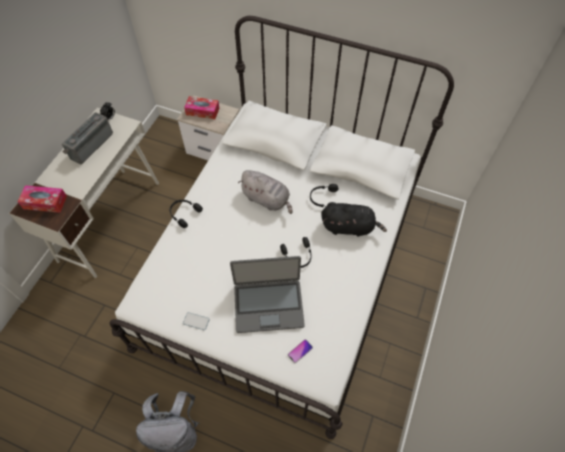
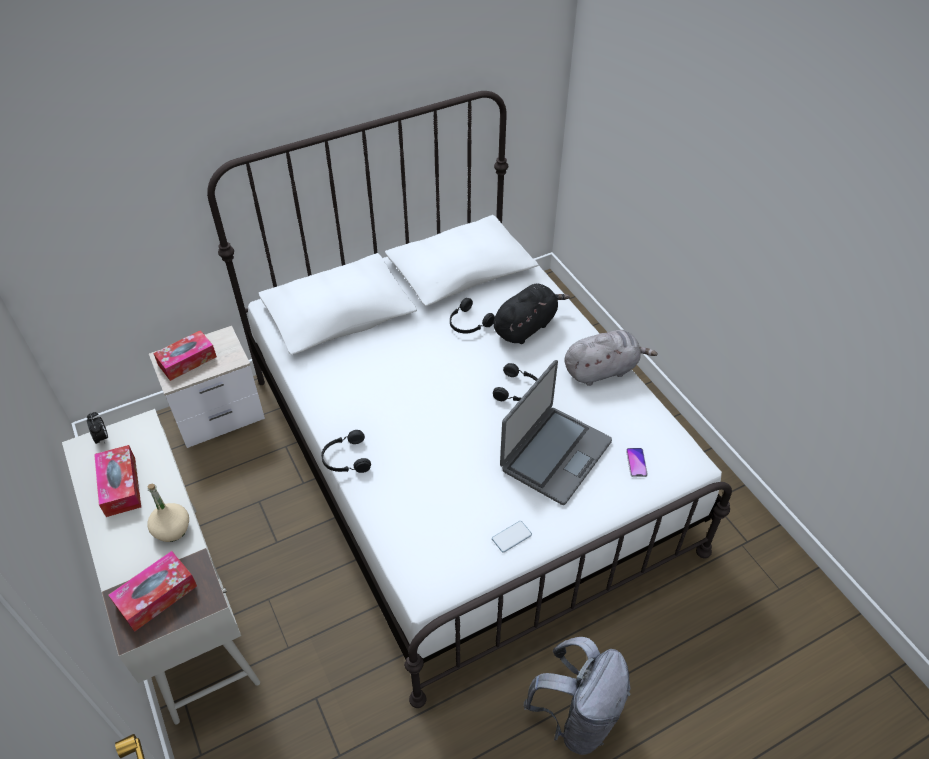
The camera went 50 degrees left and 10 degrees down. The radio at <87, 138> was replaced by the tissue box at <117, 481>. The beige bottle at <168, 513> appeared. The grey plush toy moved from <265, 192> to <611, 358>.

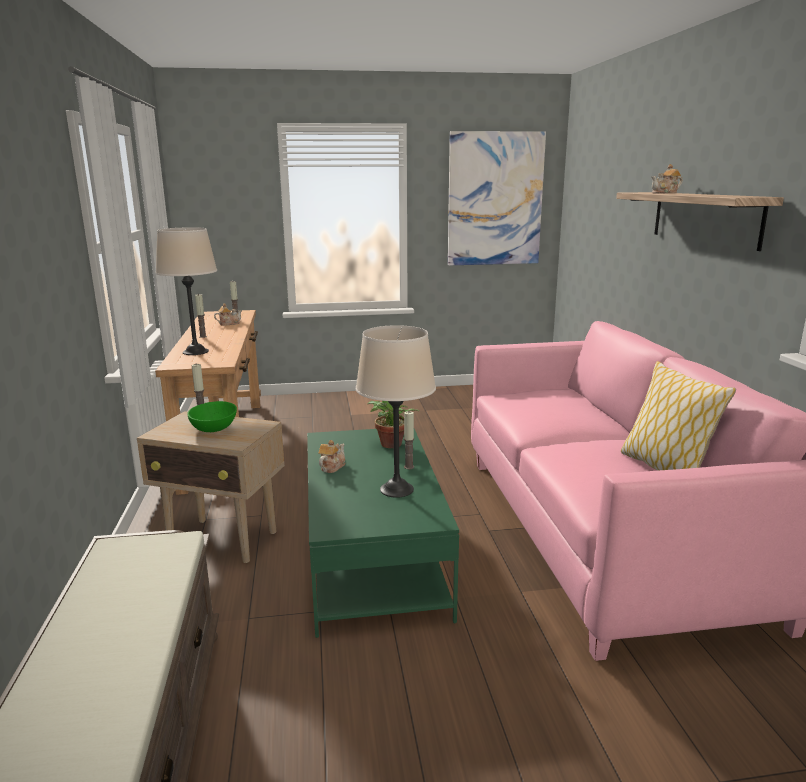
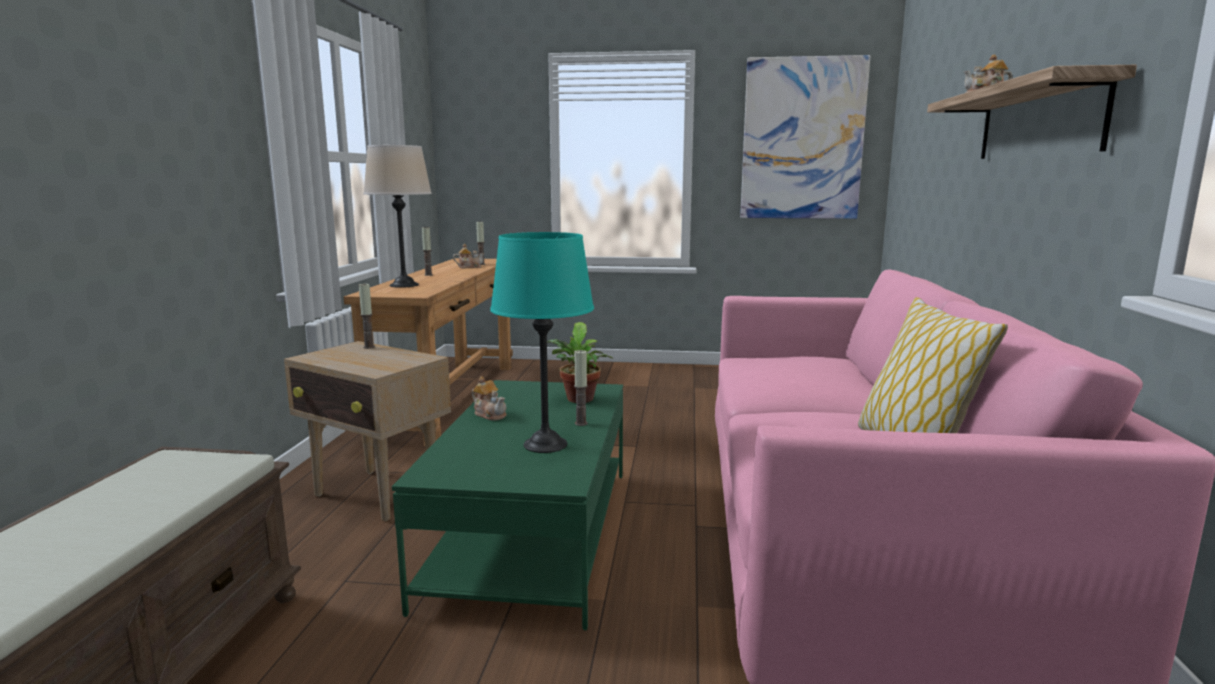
The camera went 15 degrees right and 5 degrees down. The teapot at <332, 456> turned 90 degrees clockwise. The beige table lamp at <396, 411> became the turquoise table lamp at <542, 342>. The green bowl at <212, 416> disappeared.

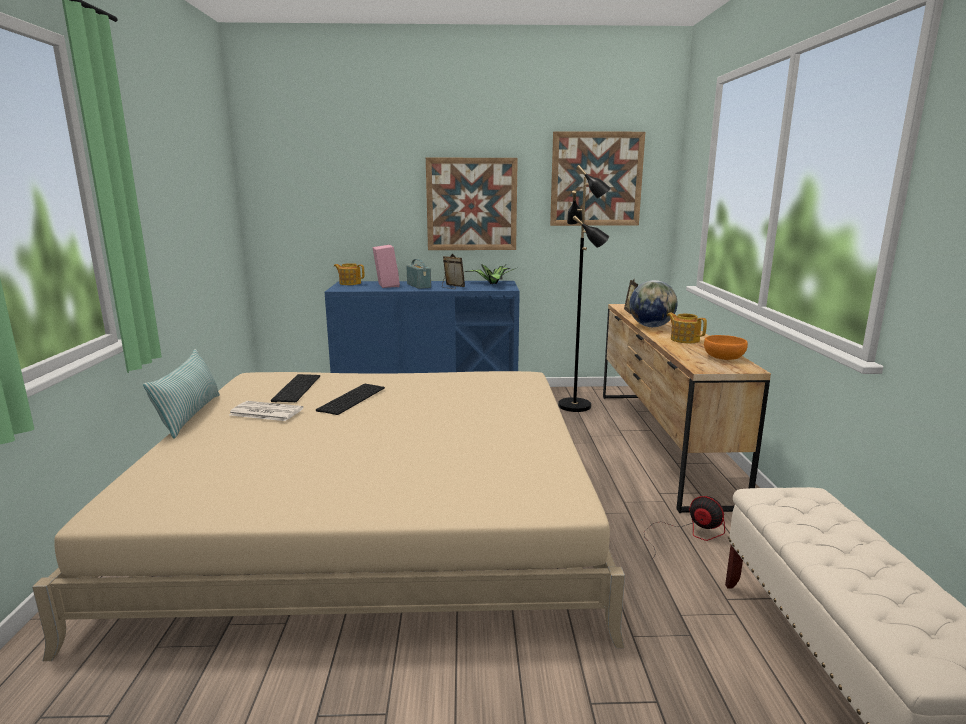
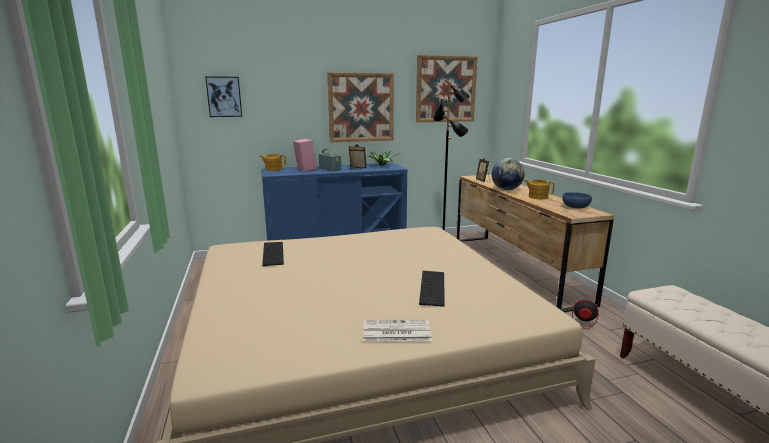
The camera went 15 degrees left and 0 degrees up. The picture at <223, 96> appeared. The newspaper moved from <266, 411> to <397, 331>. The keyboard moved from <350, 399> to <432, 289>. The orange bowl at <726, 347> became the blue bowl at <577, 200>. The pillow at <181, 394> disappeared.

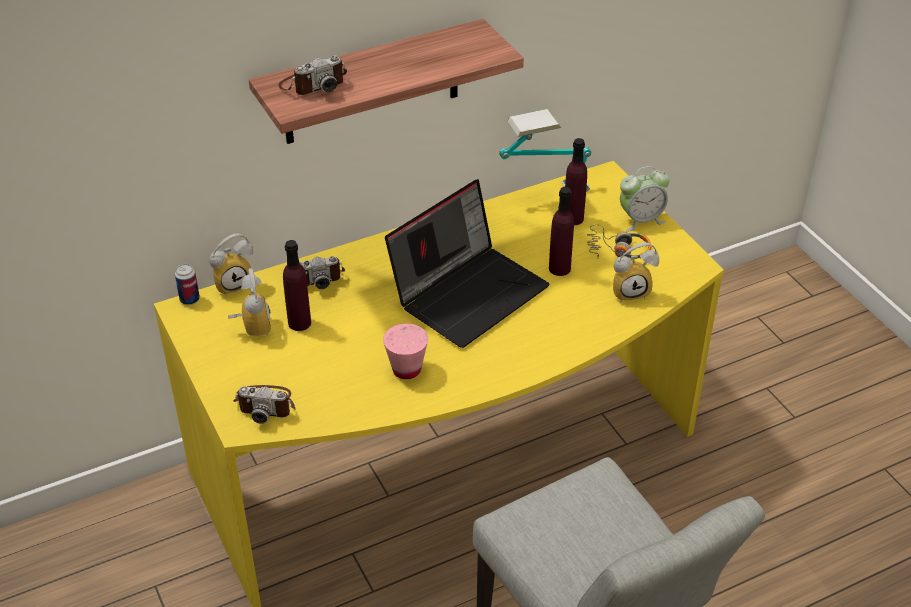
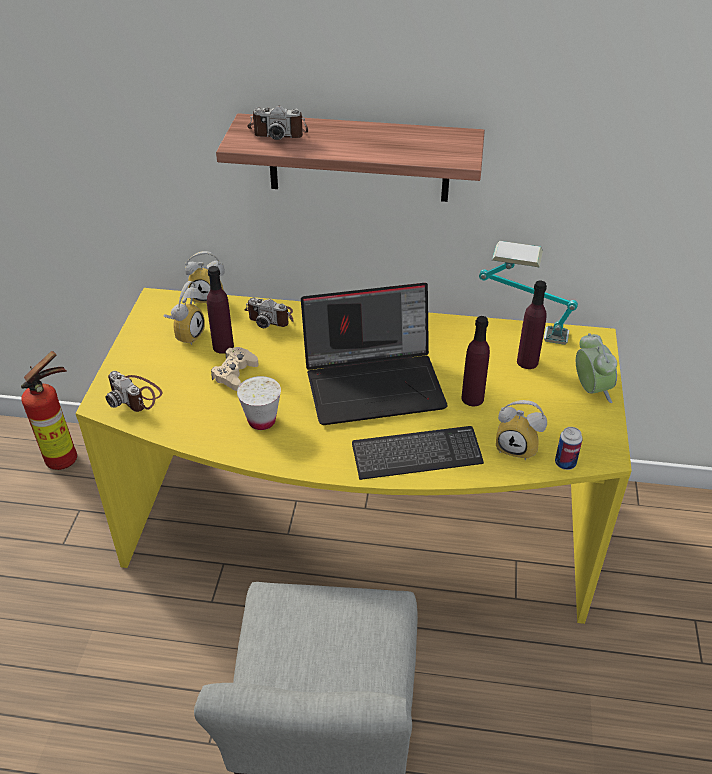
The camera went 35 degrees right and 0 degrees up. The fire extinguisher at <49, 410> appeared. The beige game controller at <235, 369> appeared. The pink cup at <405, 351> became the white cup at <259, 403>. The keyboard at <418, 453> appeared. The can moved from <187, 284> to <569, 448>. The alarm clock at <645, 199> turned 120 degrees counterclockwise. The headphones at <619, 241> disappeared.

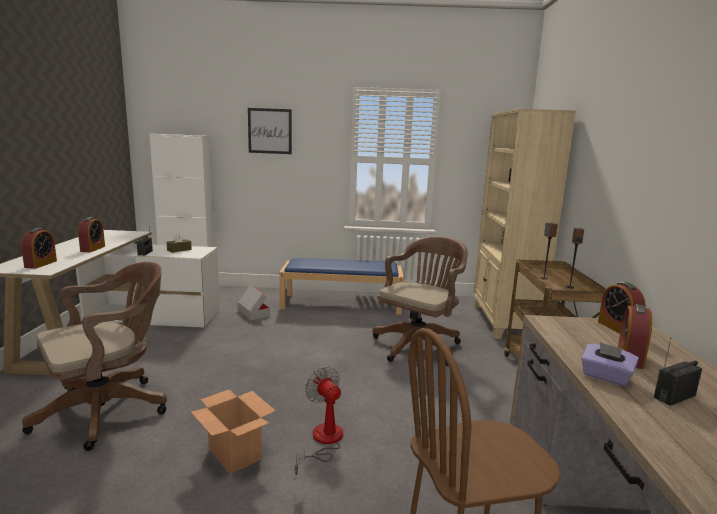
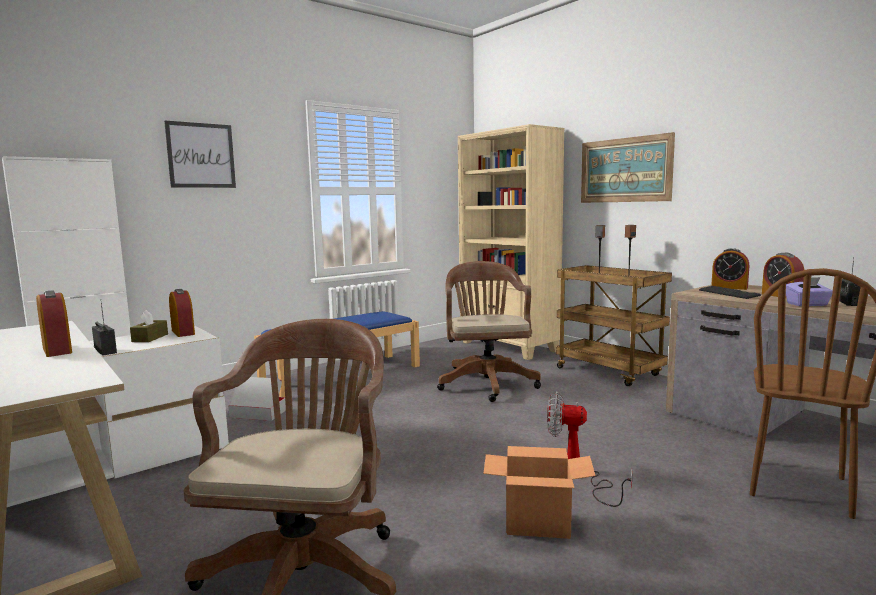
The camera went 40 degrees left and 5 degrees down. The alarm clock moved from <39, 248> to <182, 313>. The picture at <628, 167> appeared. The keyboard at <730, 292> appeared.

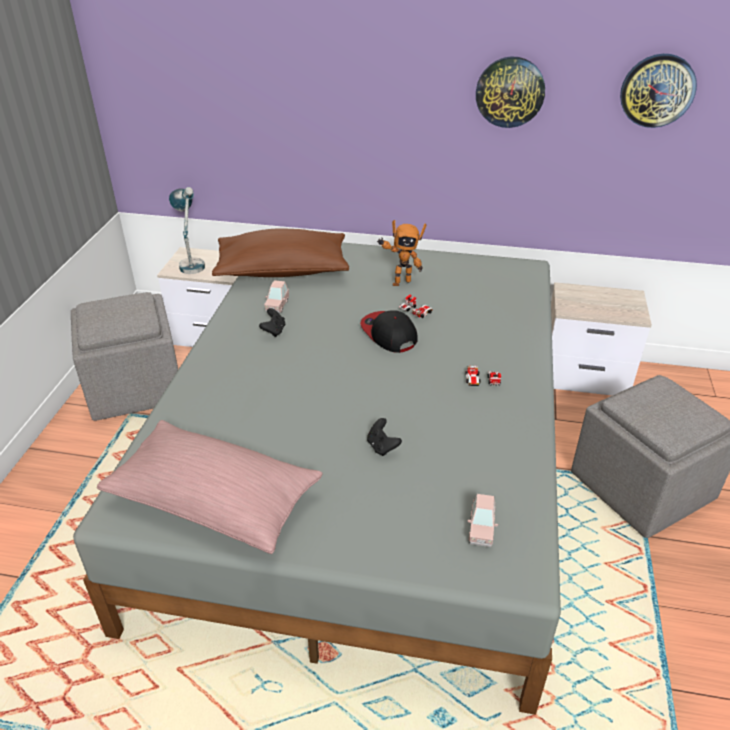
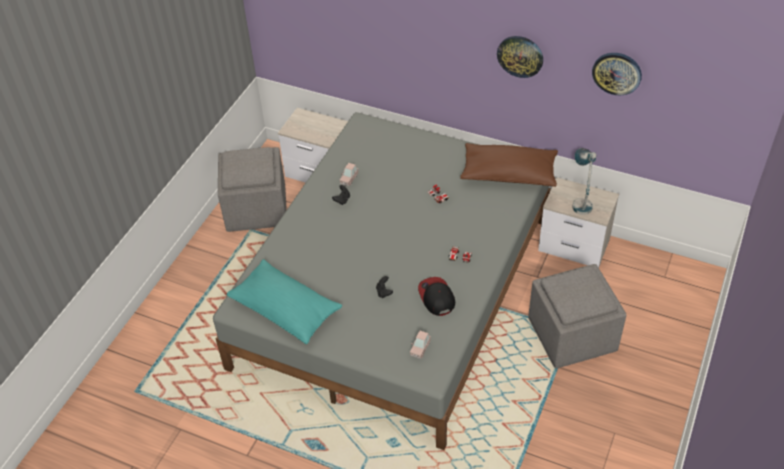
The camera went 15 degrees right and 10 degrees up. The pink pillow at <210, 487> became the turquoise pillow at <284, 301>. The cap moved from <389, 331> to <436, 296>. The brown pillow moved from <280, 252> to <509, 165>. The table lamp moved from <187, 230> to <585, 181>. The toy robot at <401, 253> disappeared.

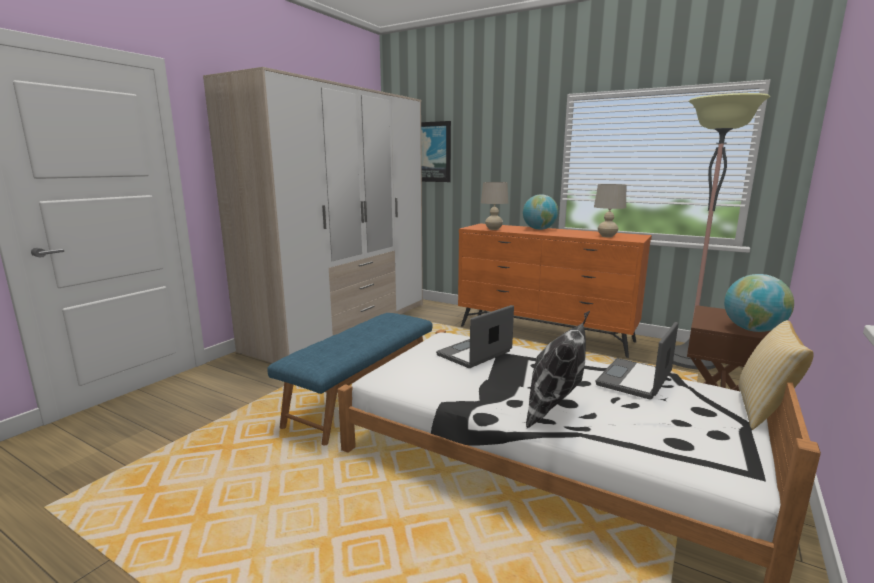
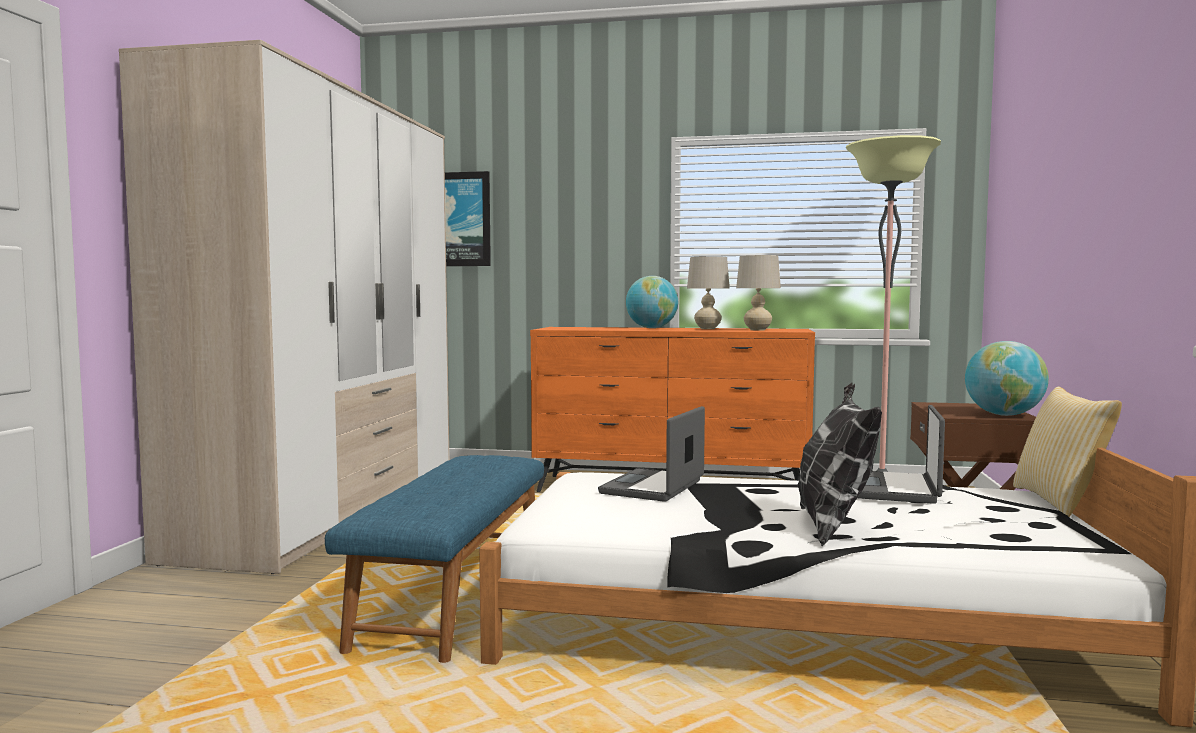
The camera went 20 degrees left and 10 degrees down. The beige table lamp moved from <494, 206> to <708, 292>.

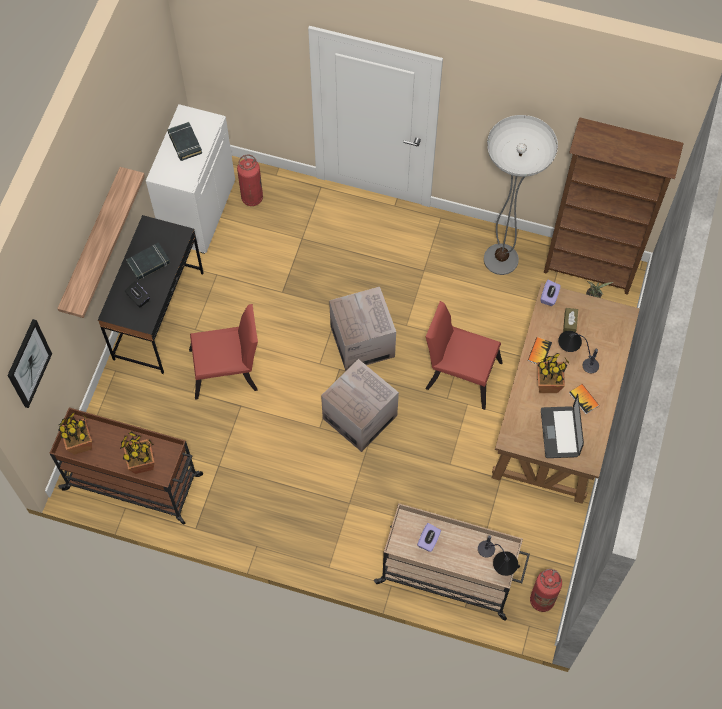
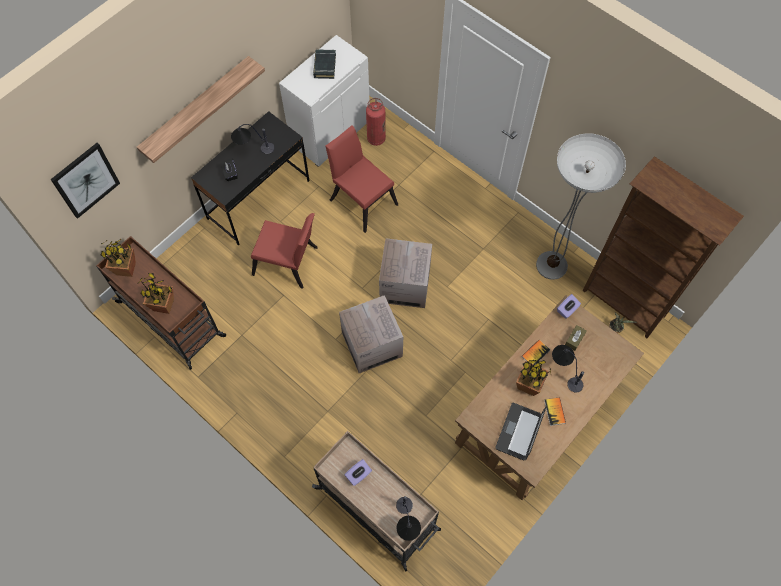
The camera went 25 degrees right and 0 degrees up. The black book at <148, 261> was replaced by the table lamp at <253, 139>. The red chair moved from <464, 355> to <361, 179>. The fire extinguisher at <546, 590> disappeared.

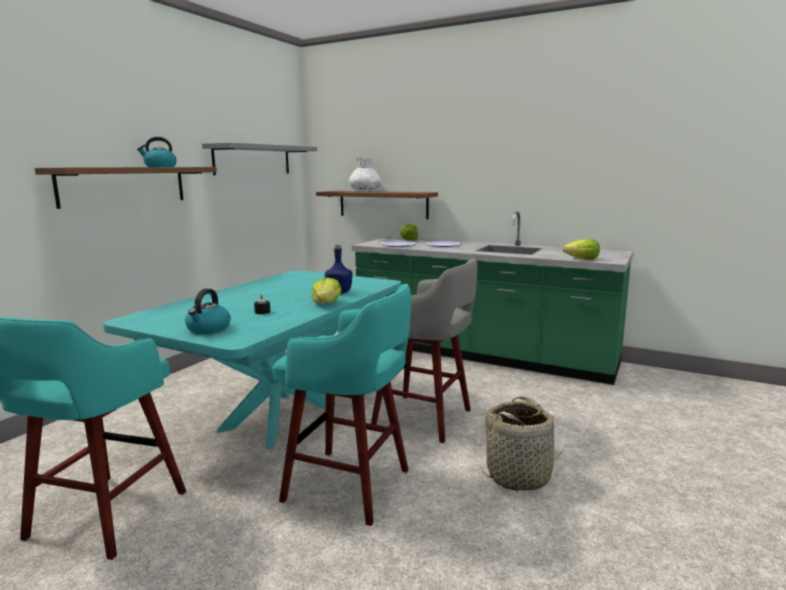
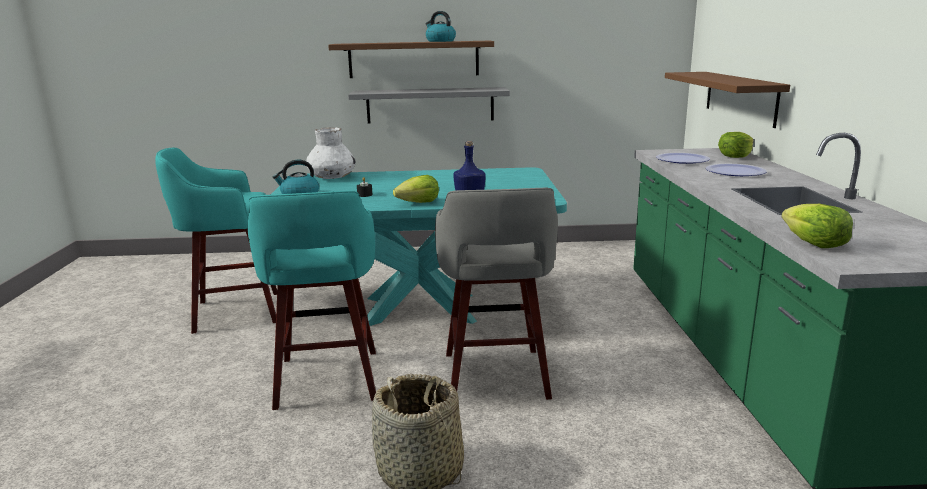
The camera went 60 degrees right and 5 degrees up. The white vase moved from <365, 175> to <330, 153>. The grey shelf moved from <259, 159> to <429, 105>.

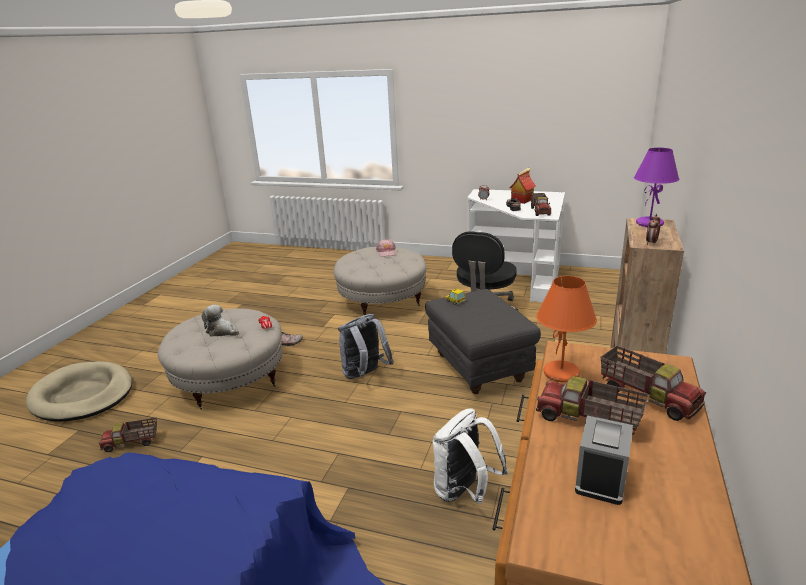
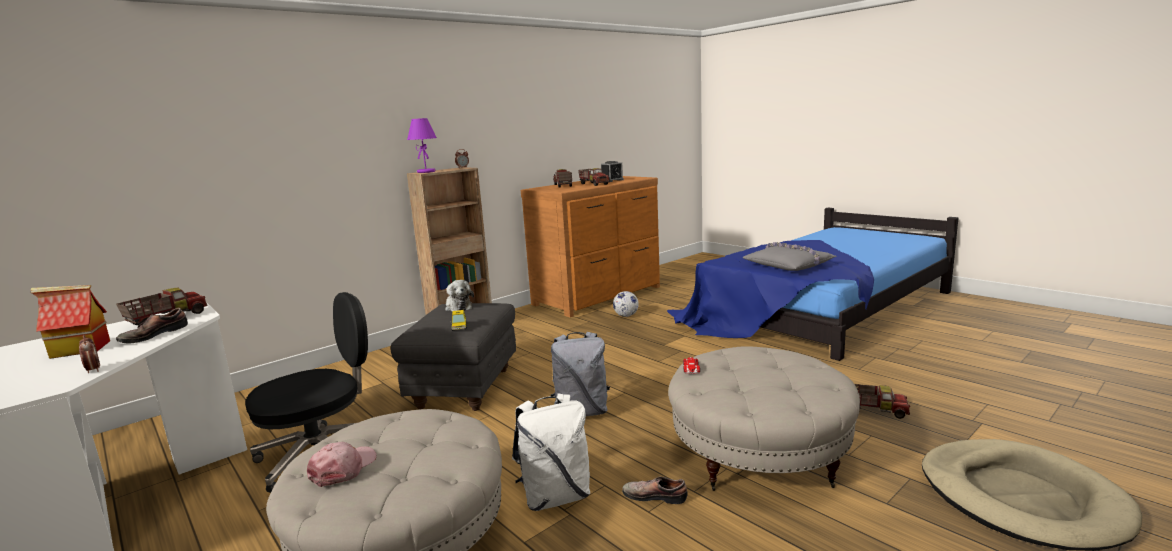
The camera went 150 degrees left and 10 degrees down. The plush toy moved from <220, 321> to <459, 296>. The white backpack moved from <470, 456> to <551, 452>. The football at <626, 304> appeared. The grey pillow at <789, 256> appeared. The orange table lamp at <566, 329> disappeared.

